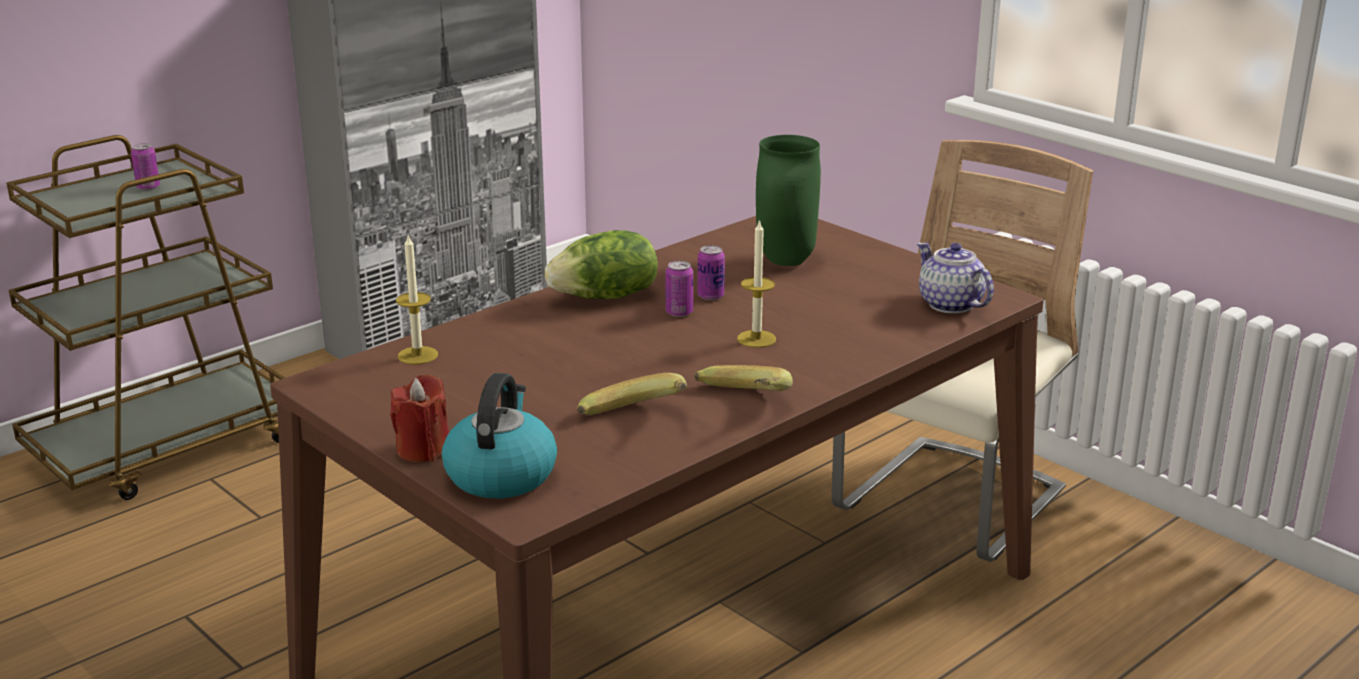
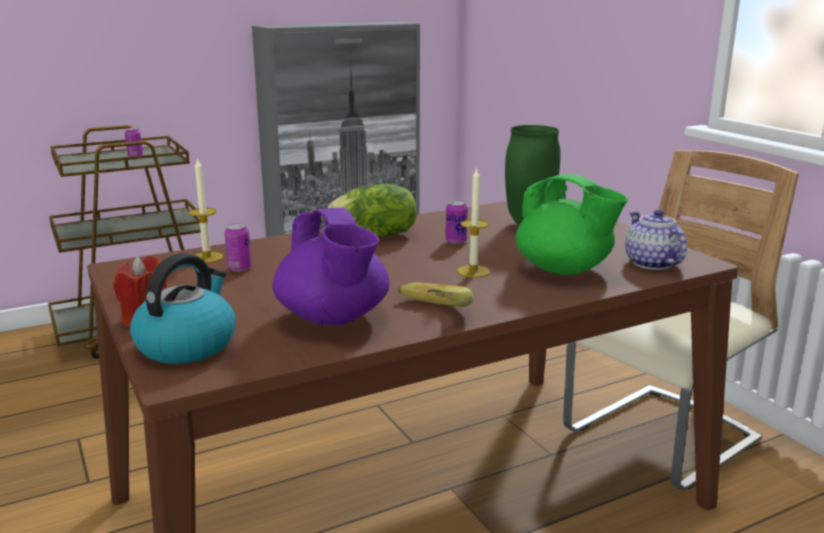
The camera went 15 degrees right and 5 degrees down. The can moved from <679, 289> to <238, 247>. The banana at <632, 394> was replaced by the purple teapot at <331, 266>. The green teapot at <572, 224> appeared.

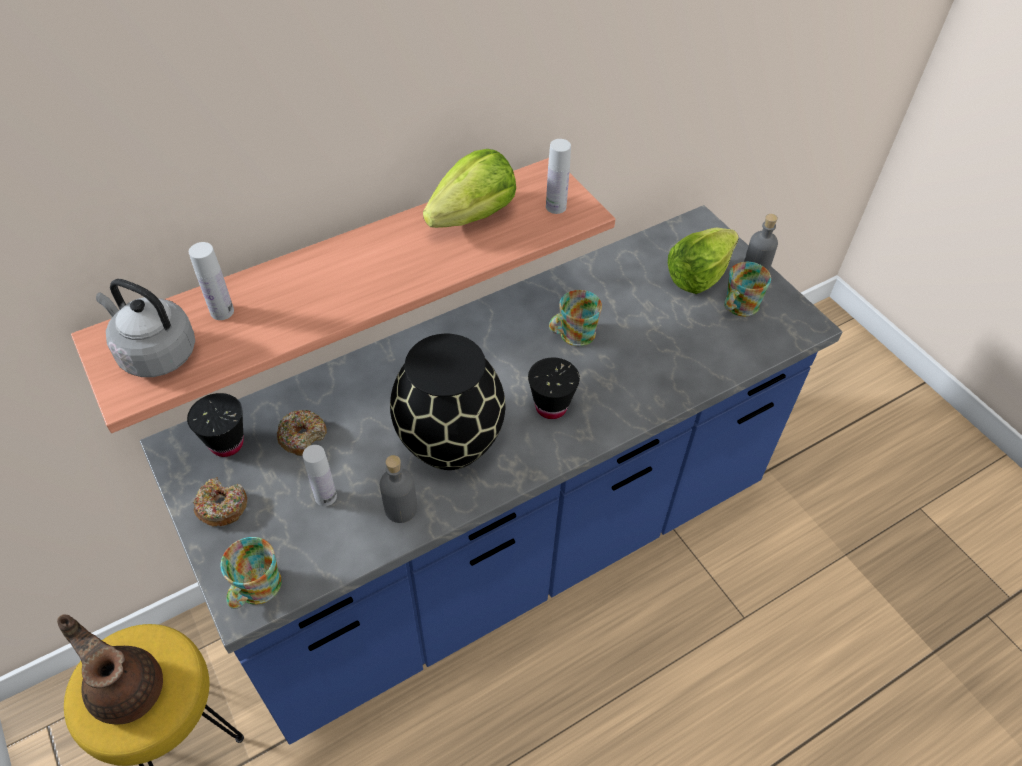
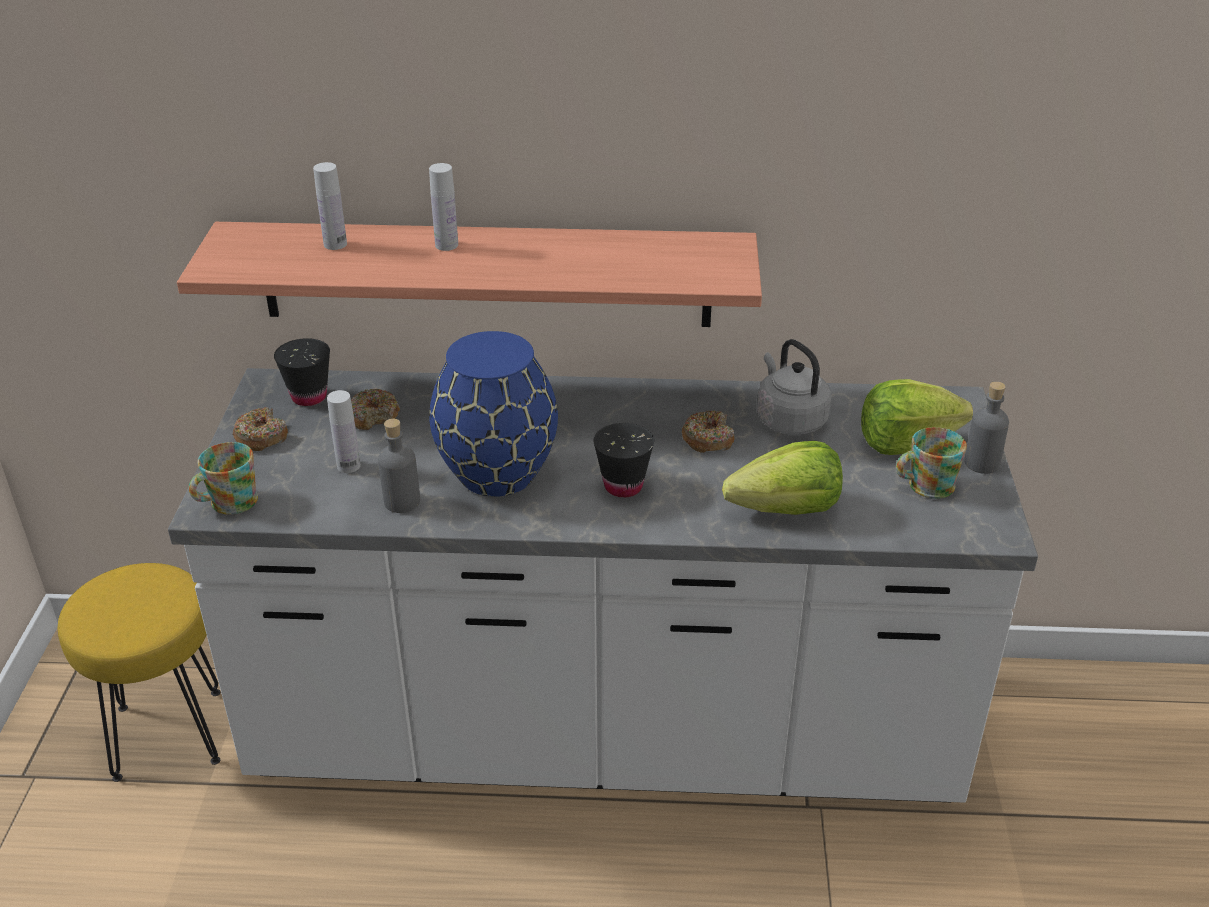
The camera went 35 degrees right and 15 degrees down. The blue counter at <491, 475> became the white counter at <603, 585>. The white bottle moved from <558, 176> to <443, 207>. The black vase at <447, 402> became the blue vase at <493, 414>. The mug at <575, 318> was replaced by the donut at <708, 431>. The lettuce moved from <469, 188> to <782, 478>. The grey kettle moved from <145, 328> to <794, 387>. The brown teapot at <110, 669> disappeared.

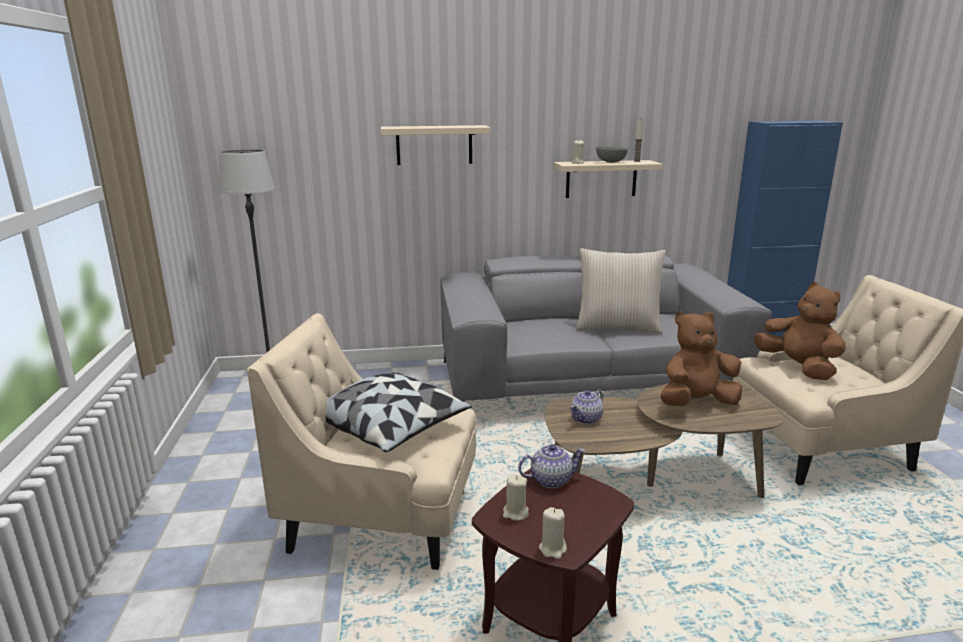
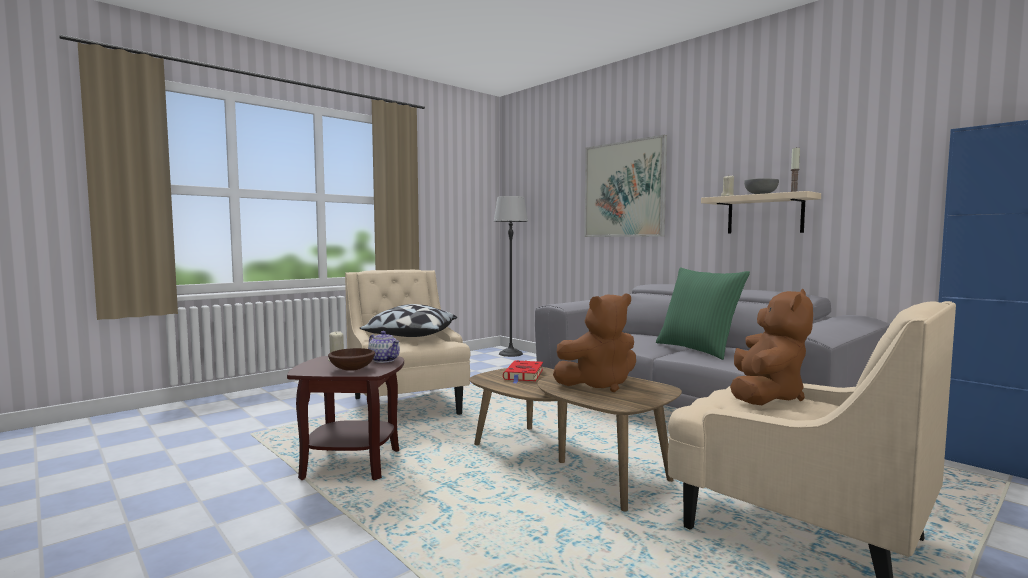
The camera went 55 degrees right and 15 degrees down. The brown bowl at <351, 359> appeared. The teapot at <586, 407> was replaced by the red book at <523, 372>. The brown plush toy at <701, 359> turned 120 degrees clockwise. The beige shelf at <436, 145> was replaced by the picture at <626, 186>. The beige pillow at <621, 291> became the green pillow at <703, 314>. The beige candle at <553, 533> disappeared.

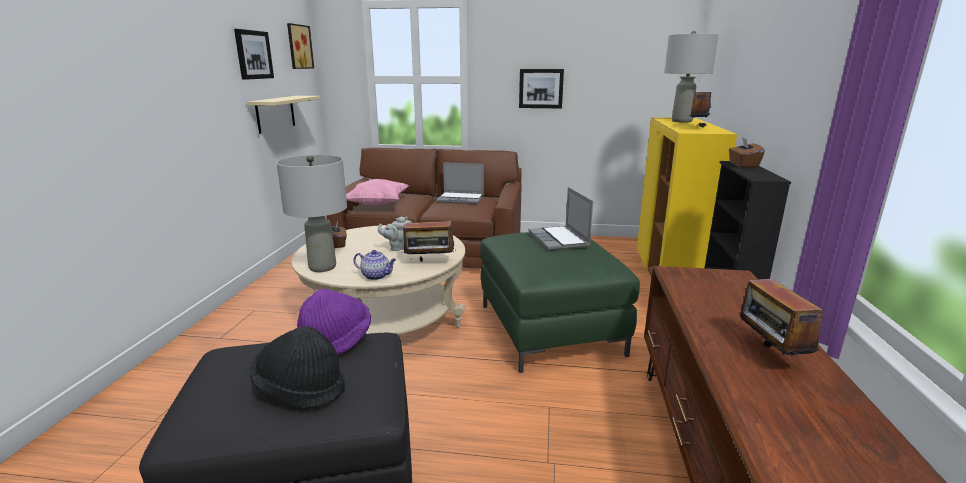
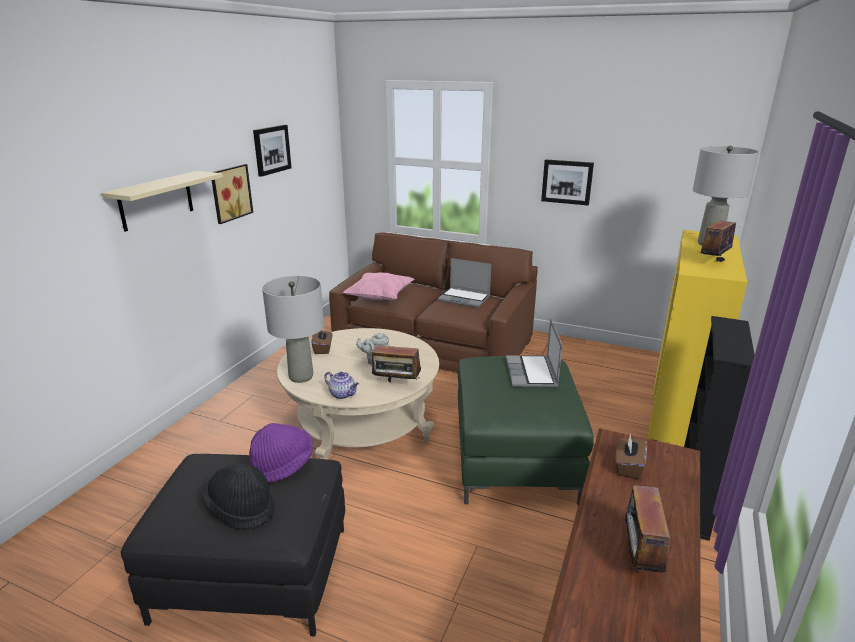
The camera went 15 degrees right and 5 degrees up. The beige shelf moved from <283, 115> to <162, 201>. The picture moved from <300, 46> to <232, 194>. The brown tissue box moved from <747, 152> to <631, 456>.

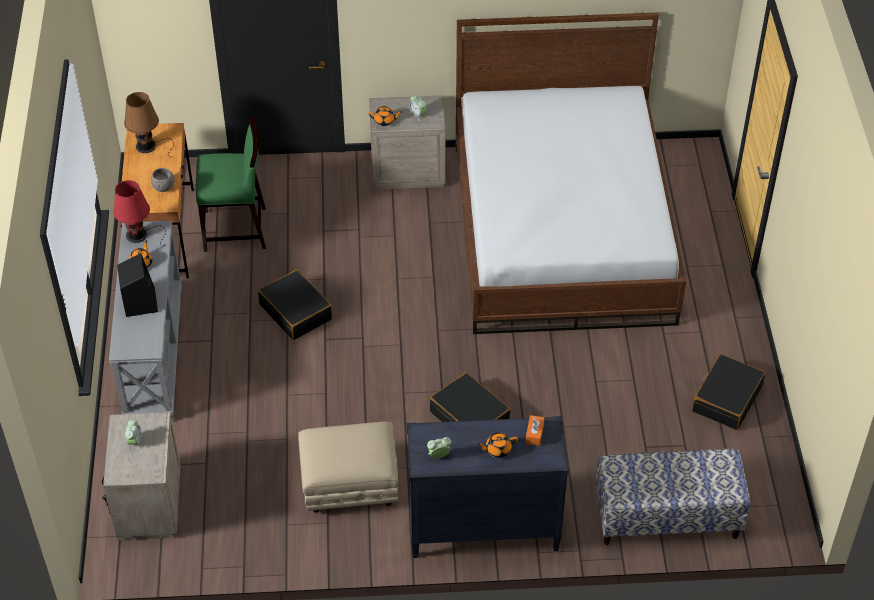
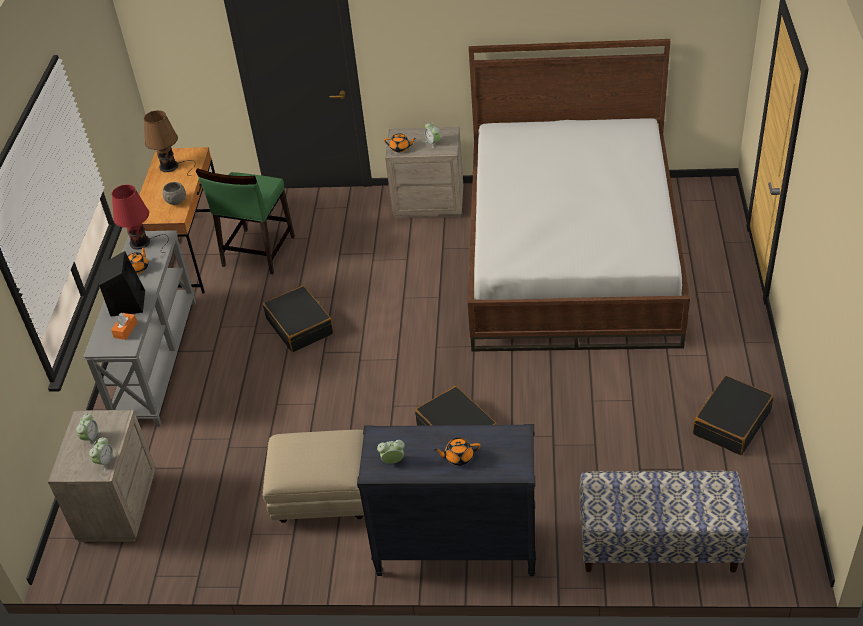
The camera went 10 degrees right and 5 degrees down. The alarm clock at <102, 454> appeared. The orange tissue box moved from <535, 430> to <124, 326>. The green chair at <231, 184> turned 105 degrees clockwise.

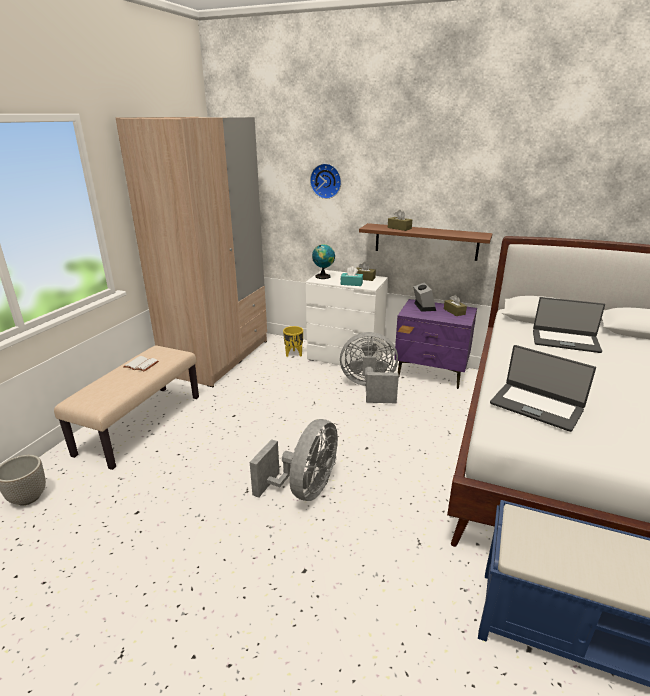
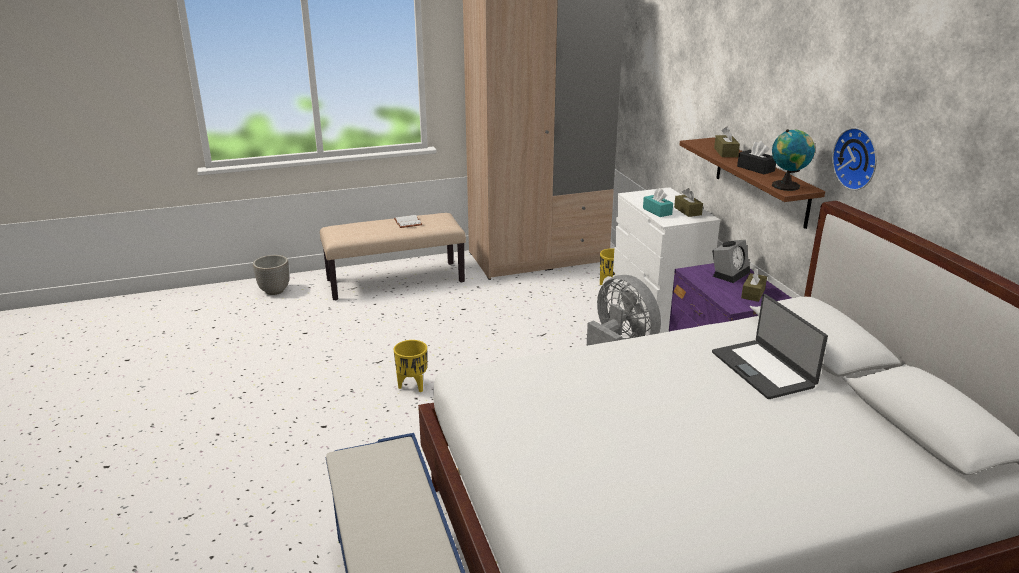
The camera went 50 degrees right and 0 degrees up. The grey fan at <294, 460> was replaced by the yellow planter at <410, 366>. The black tissue box at <756, 157> appeared. The globe moved from <323, 261> to <793, 160>. The wall clock moved from <325, 181> to <854, 158>. The laptop at <543, 388> disappeared.

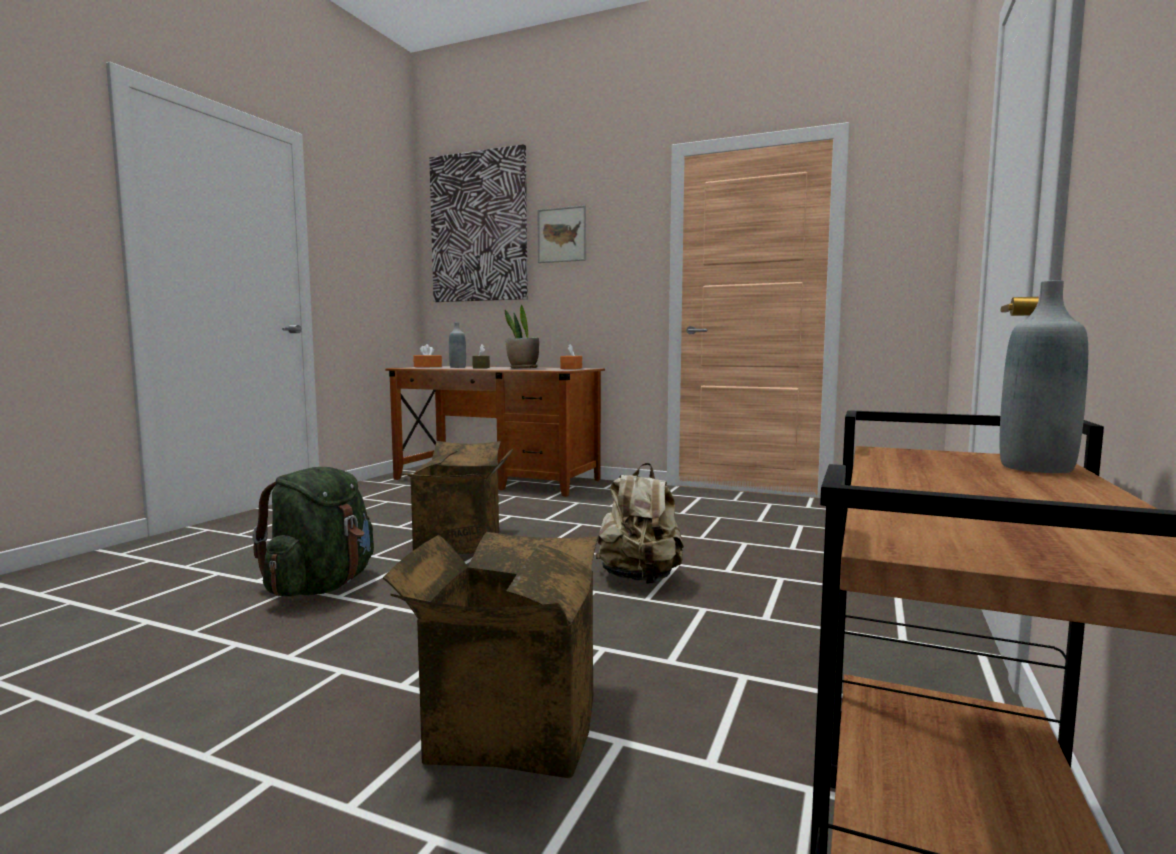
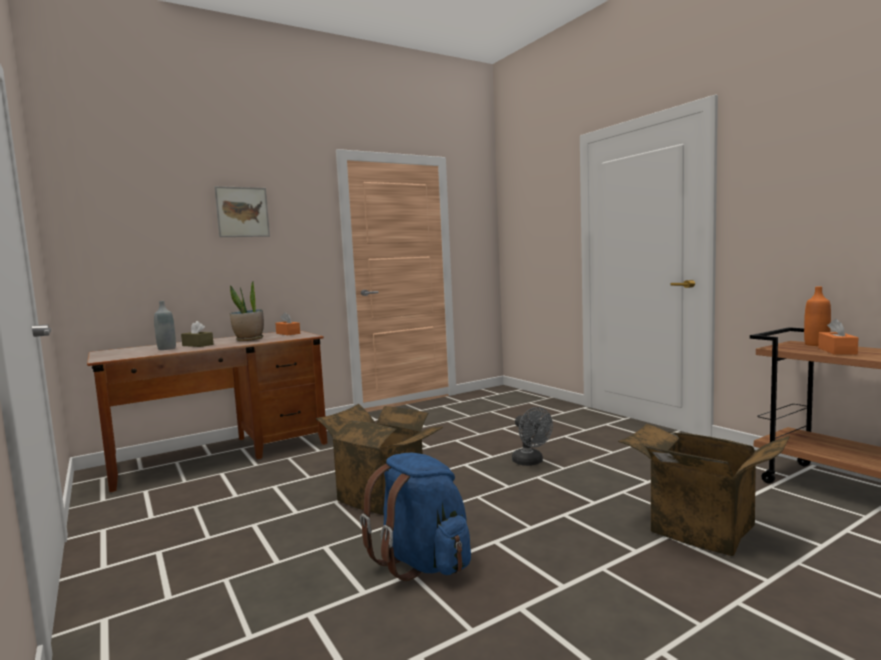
The camera went 55 degrees left and 0 degrees up. The green backpack at <313, 531> became the blue backpack at <415, 516>. The beige backpack at <640, 523> was replaced by the grey fan at <532, 436>. The grey bottle at <1043, 376> became the orange bottle at <817, 316>. The orange tissue box moved from <427, 355> to <838, 337>. The picture at <478, 223> disappeared.

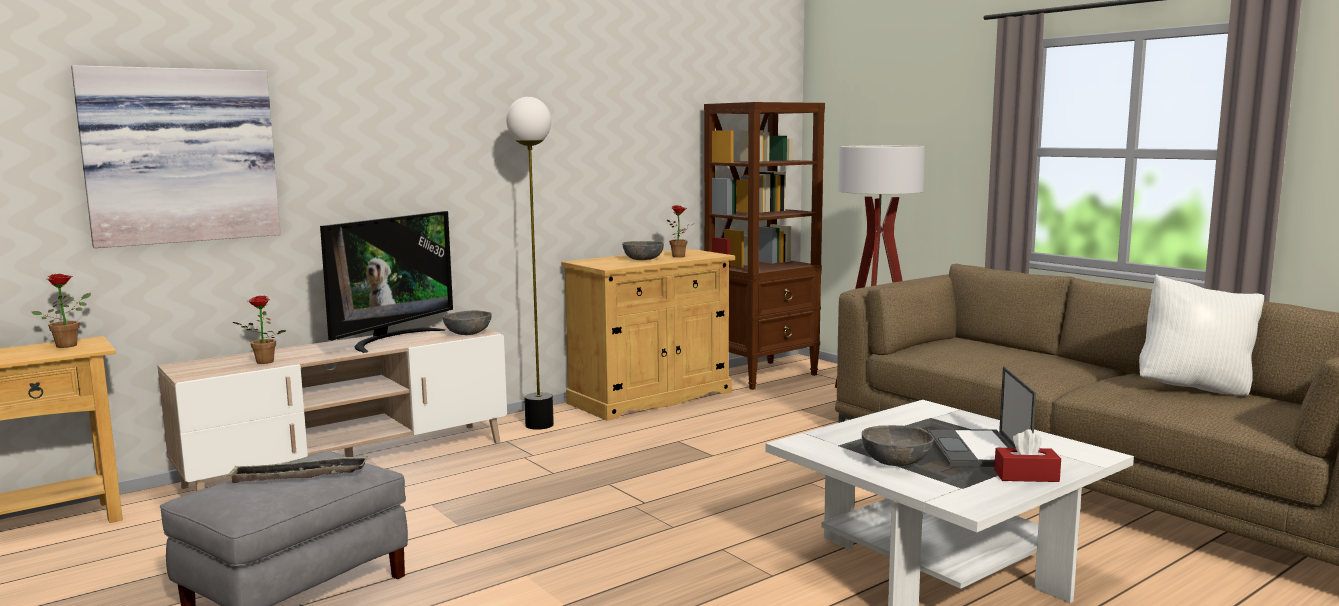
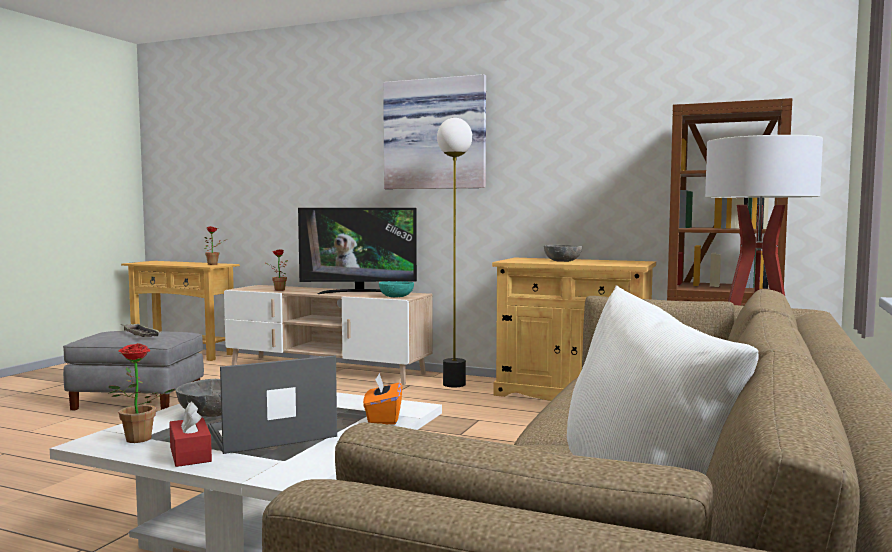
The camera went 60 degrees right and 5 degrees down. The potted plant moved from <680, 231> to <141, 393>. The orange tissue box at <382, 398> appeared. The grey bowl at <467, 322> became the turquoise bowl at <396, 289>. The picture moved from <176, 156> to <434, 131>.

